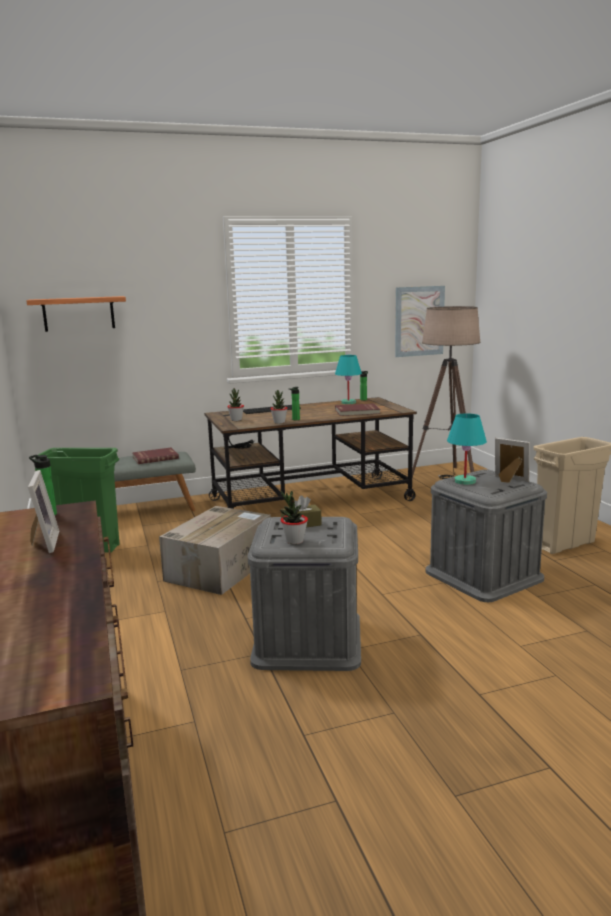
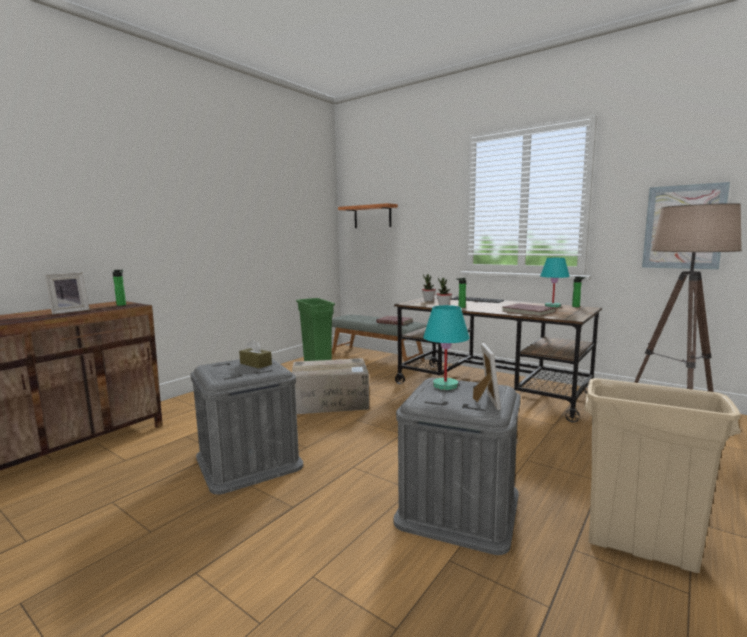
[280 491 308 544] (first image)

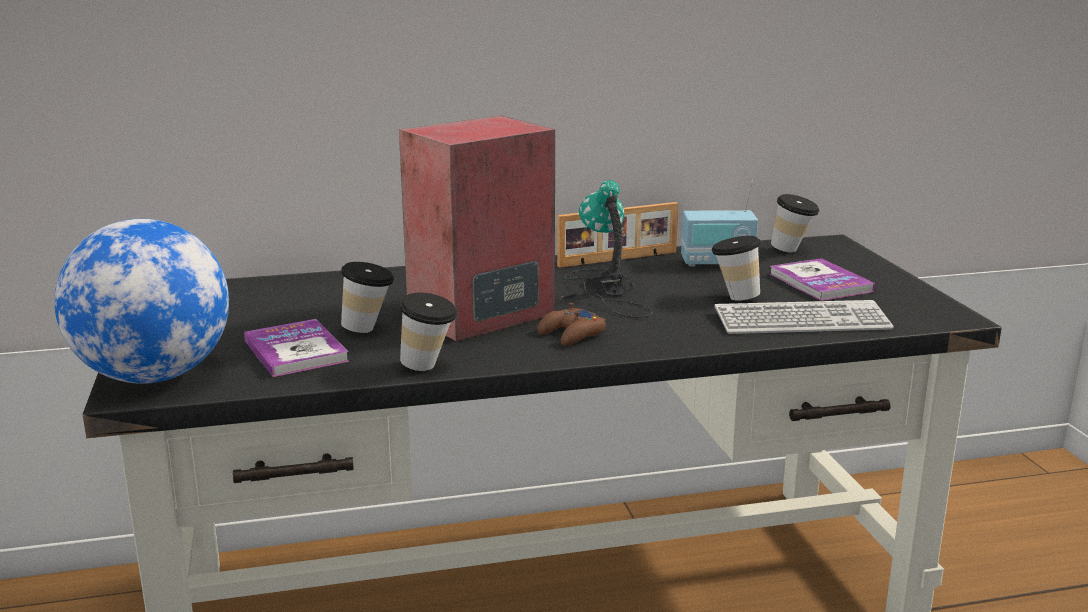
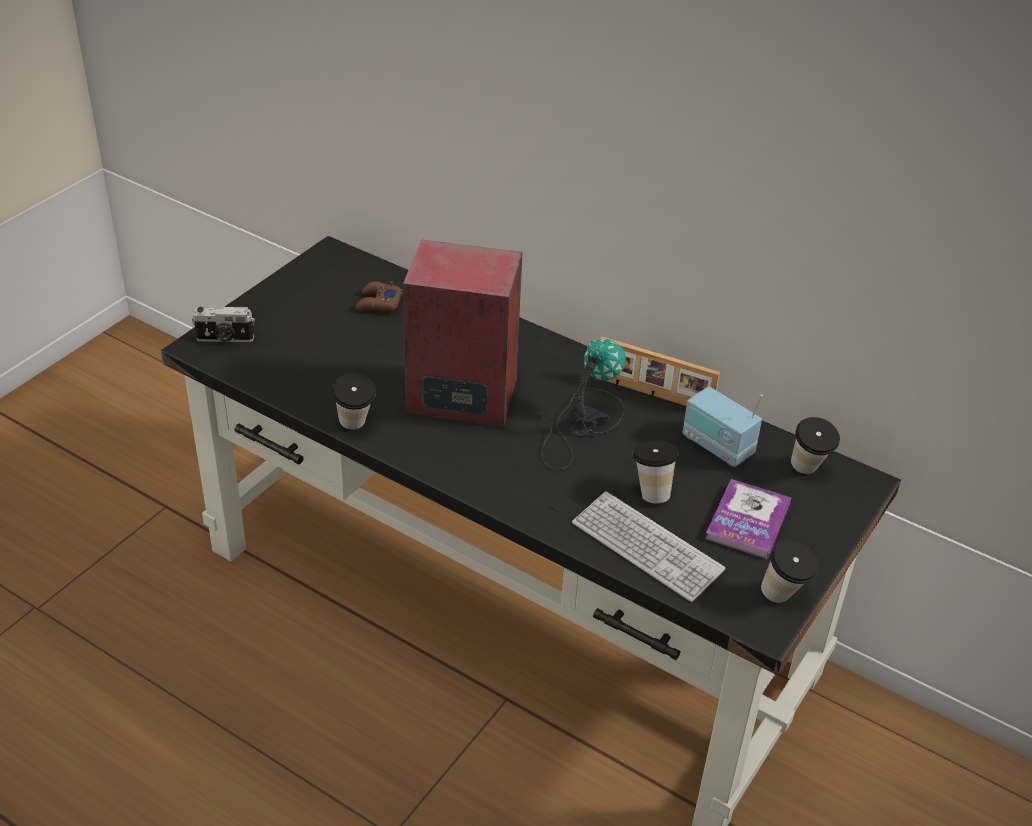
[192 307 254 342]
[356 281 402 312]
[761 540 819 603]
[244 319 349 377] (first image)

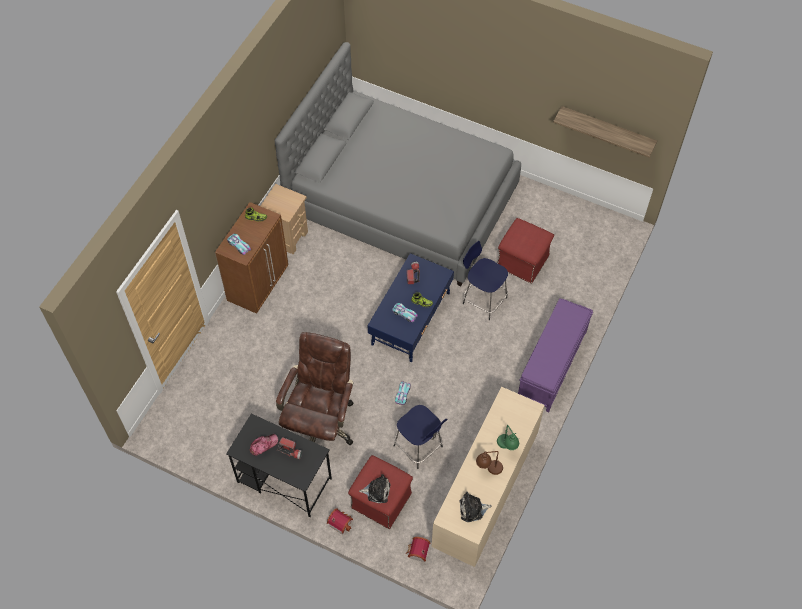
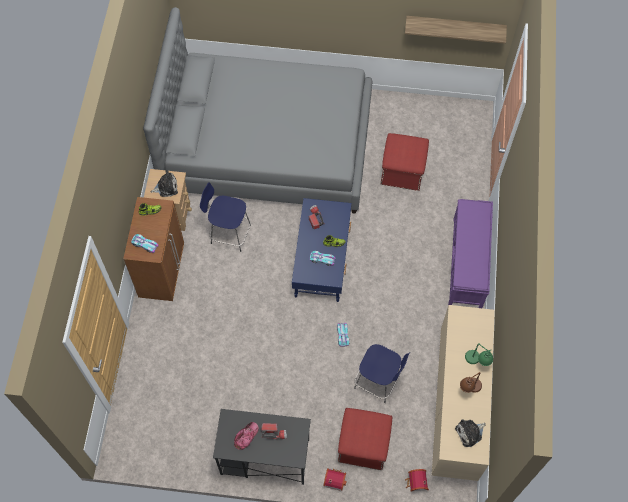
[151 170 178 197]
[200 183 251 252]
[276 332 353 445] (first image)

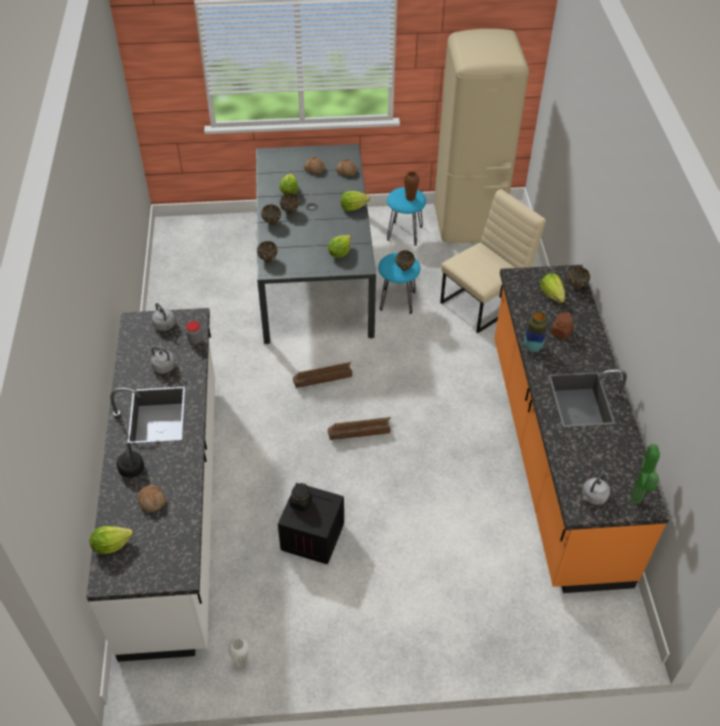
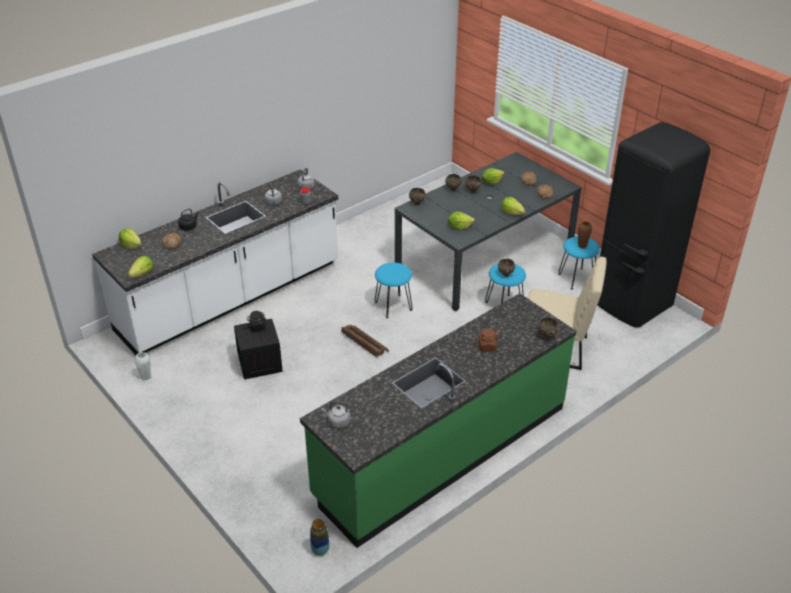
[128 256 153 278]
[300 293 576 548]
[310 519 330 556]
[375 262 412 318]
[598 122 710 327]
[630 444 660 504] (first image)

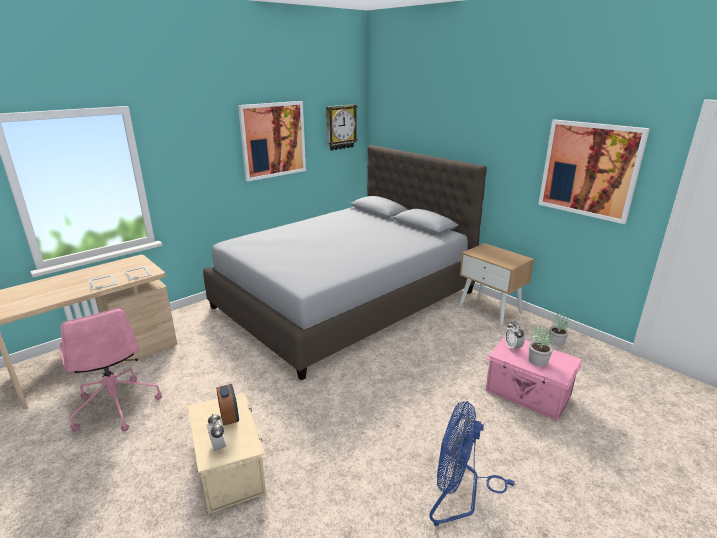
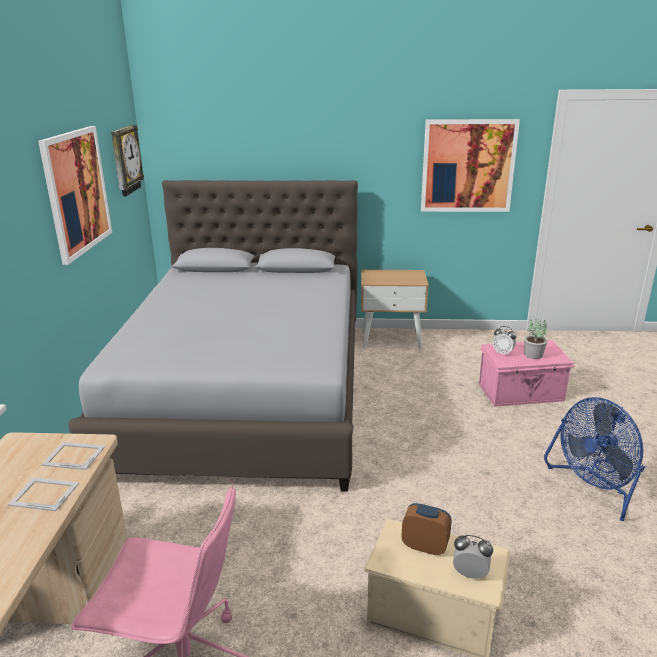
[549 311 570 346] (first image)

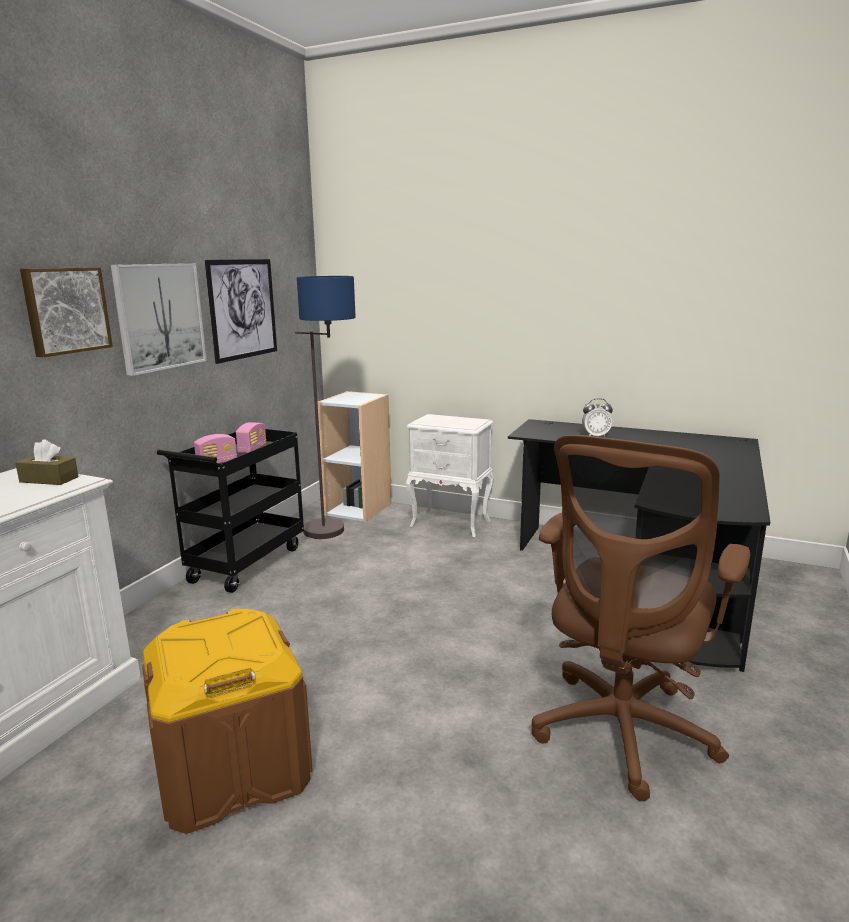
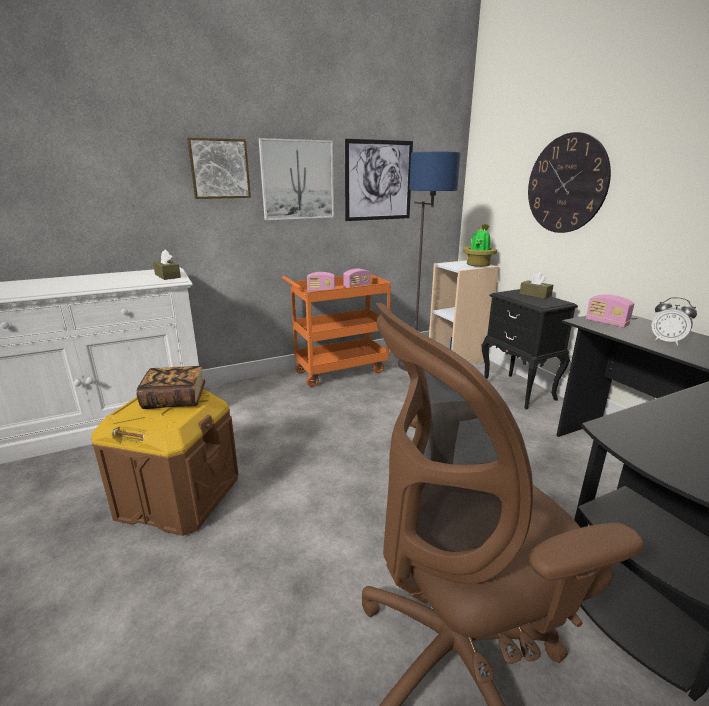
[136 366 206 409]
[282 274 391 387]
[463 224 497 267]
[481 289 578 410]
[519 272 553 299]
[528 132 611 233]
[586 295 634 328]

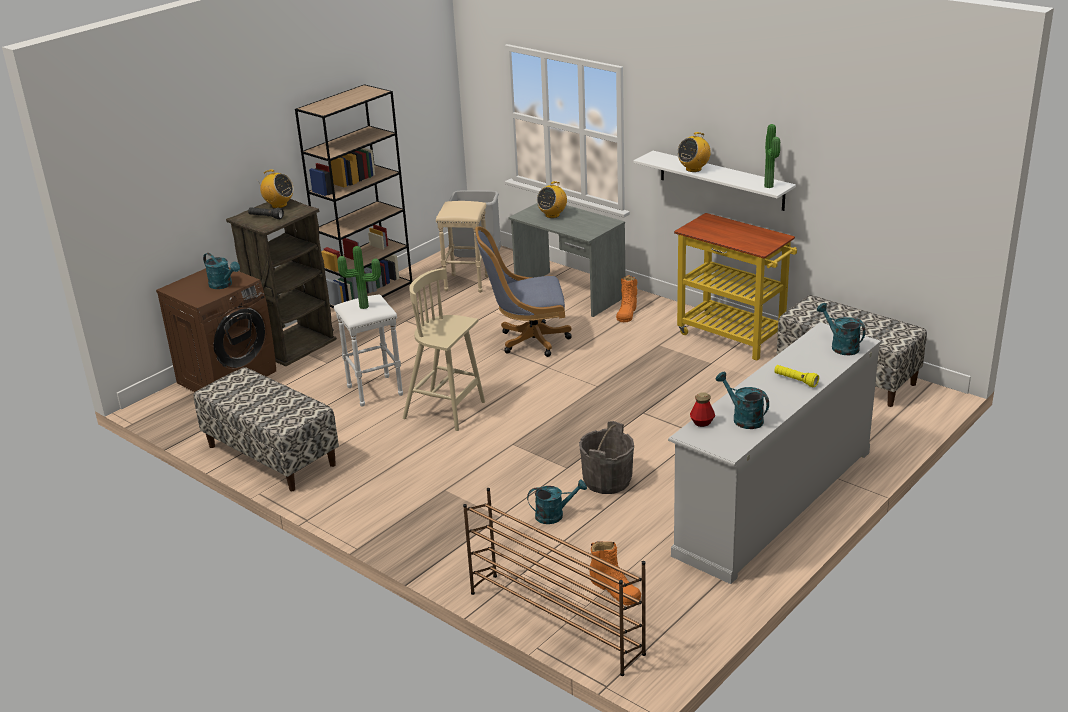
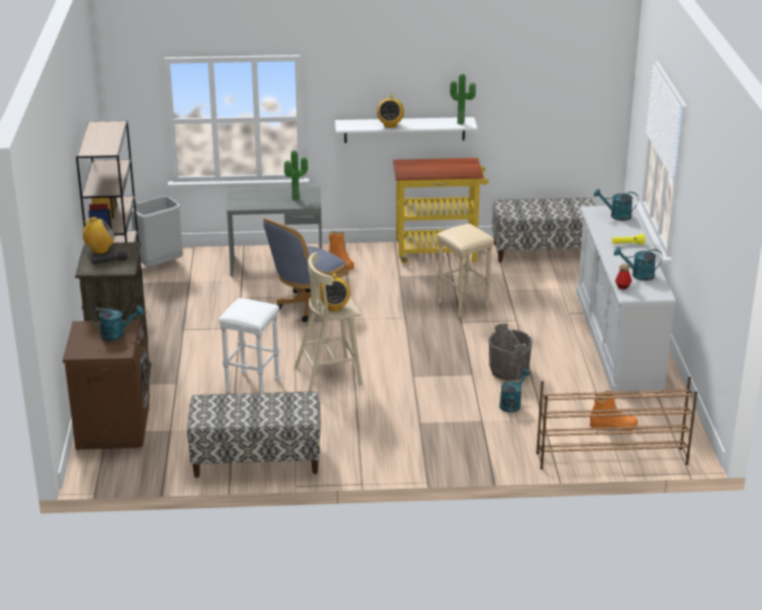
[284 150 308 200]
[320 273 350 311]
[436 224 494 318]

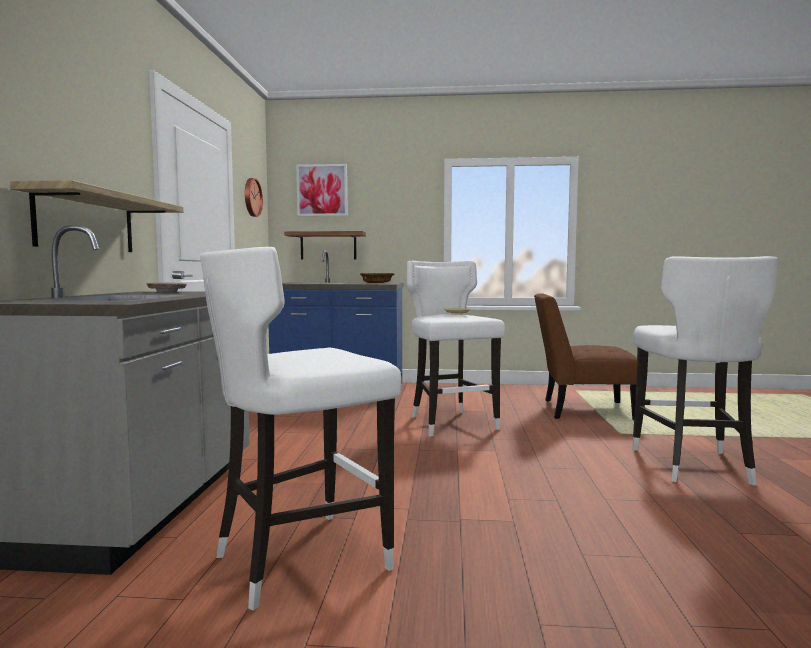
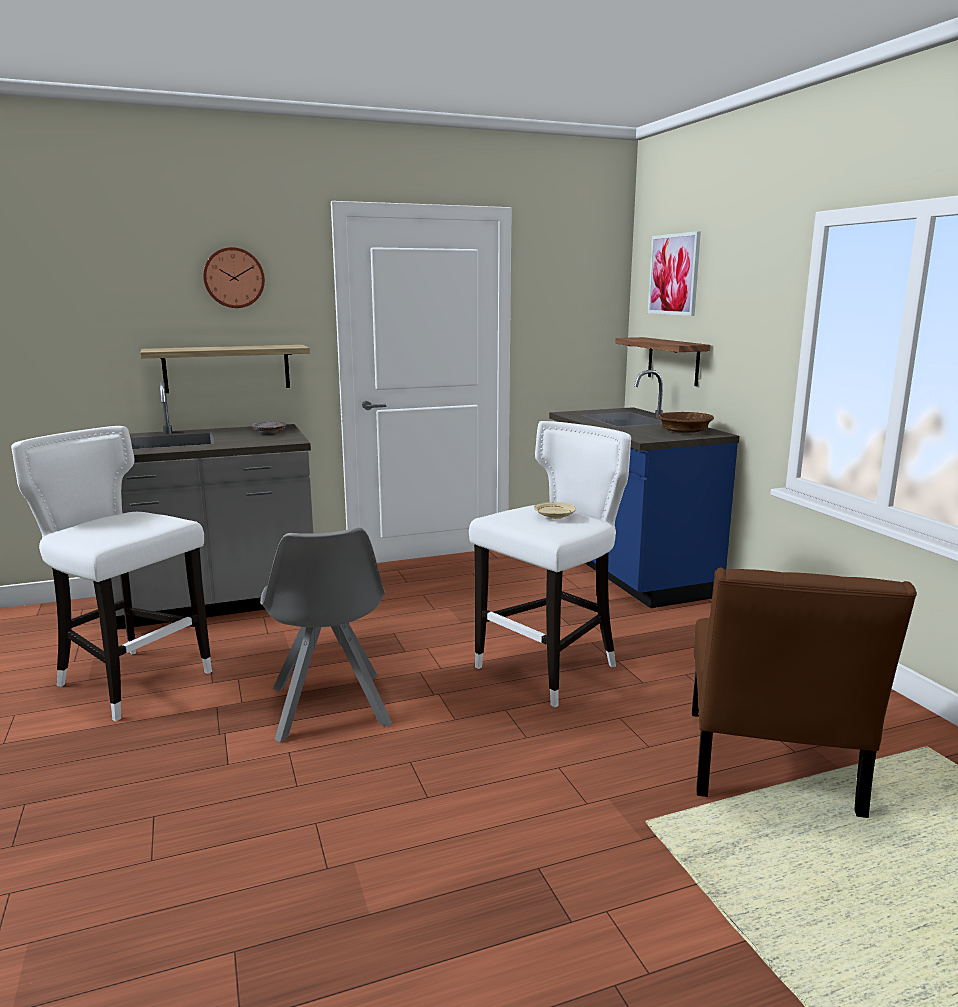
[203 247 265 308]
[260 527 392 742]
[692 568 917 818]
[632 256 778 486] (first image)

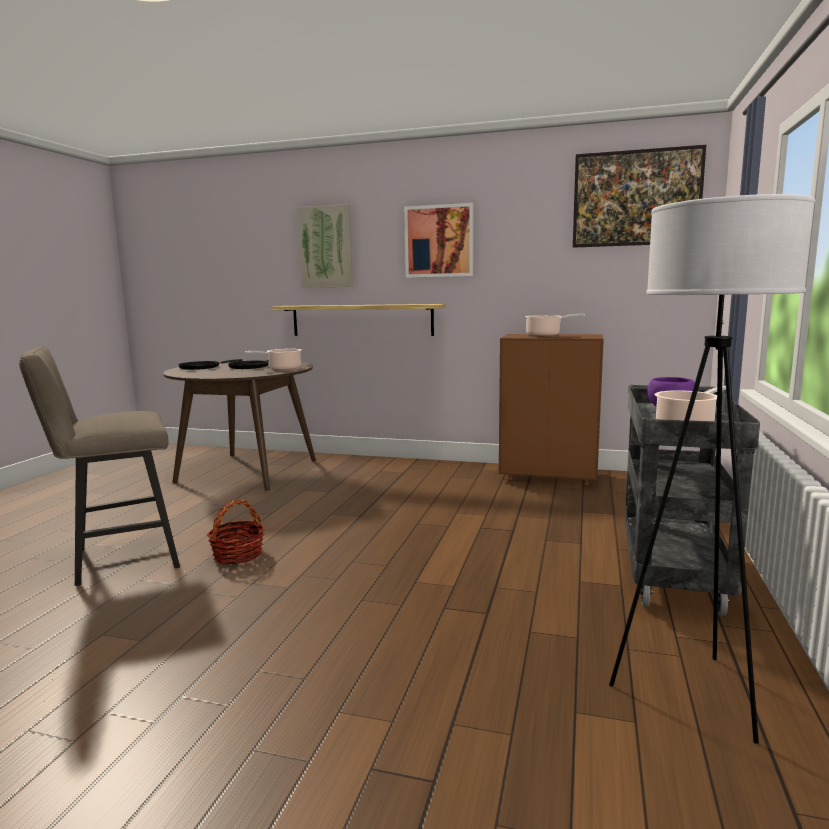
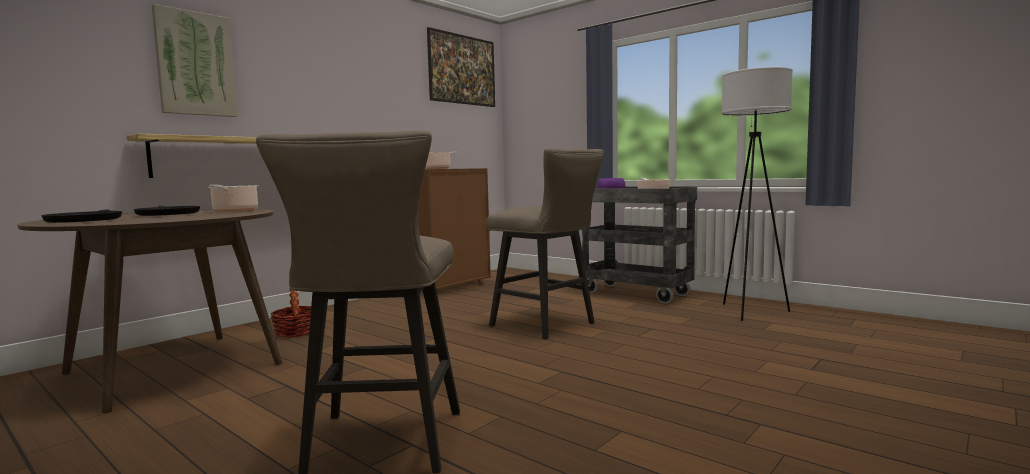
[271 289 311 337]
[487 148 604 339]
[404 203 473 278] (first image)

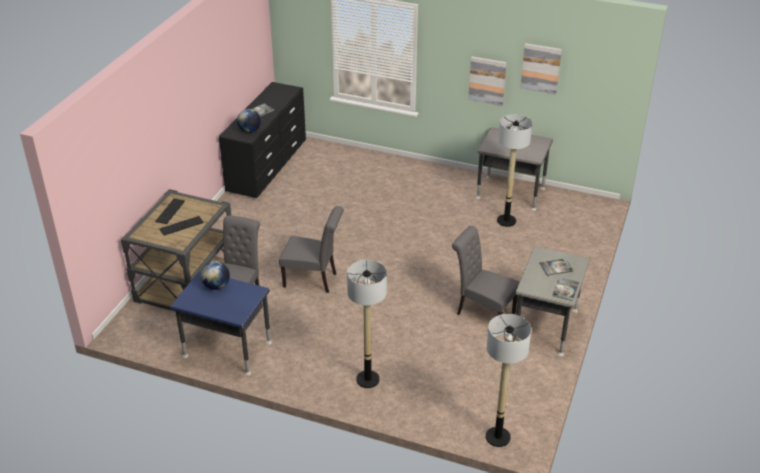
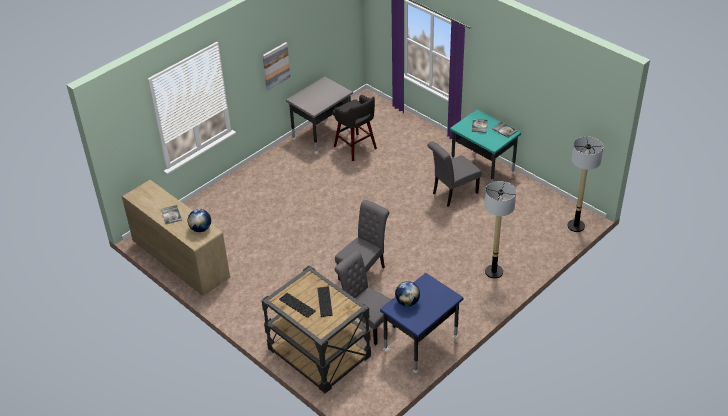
[122 180 230 296]
[333 95 377 161]
[450 109 521 183]
[520 43 562 95] (first image)

